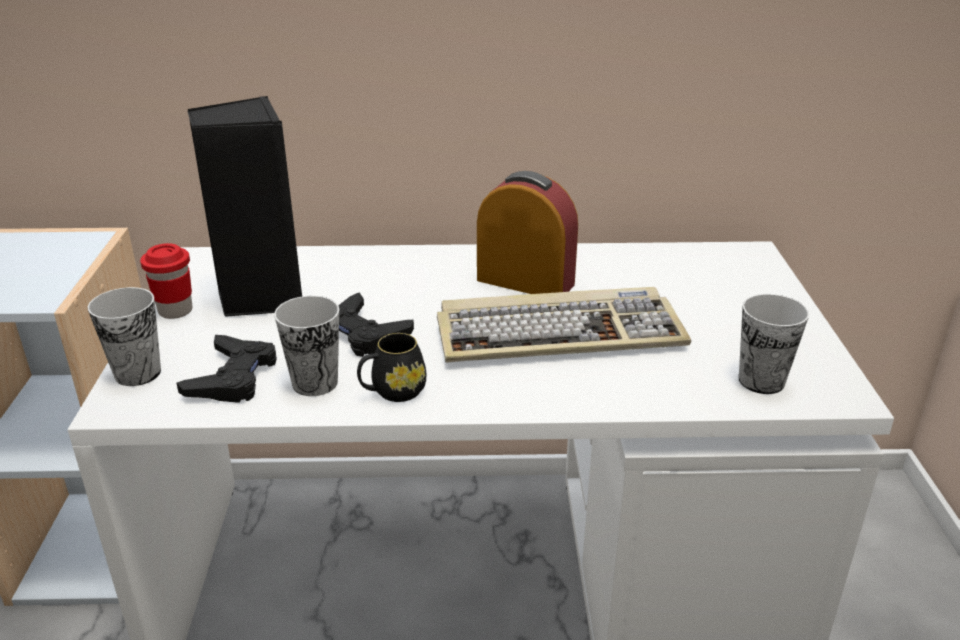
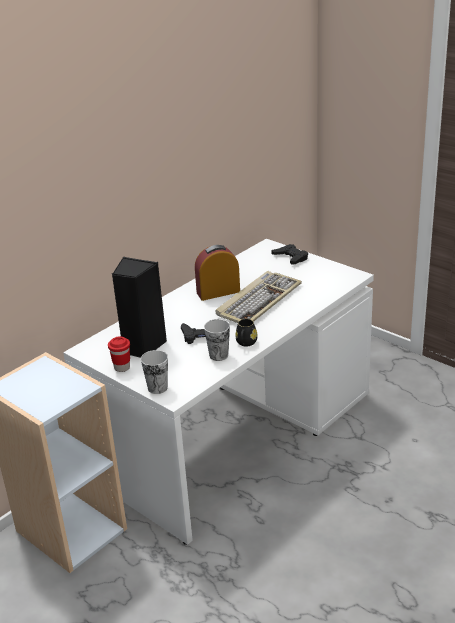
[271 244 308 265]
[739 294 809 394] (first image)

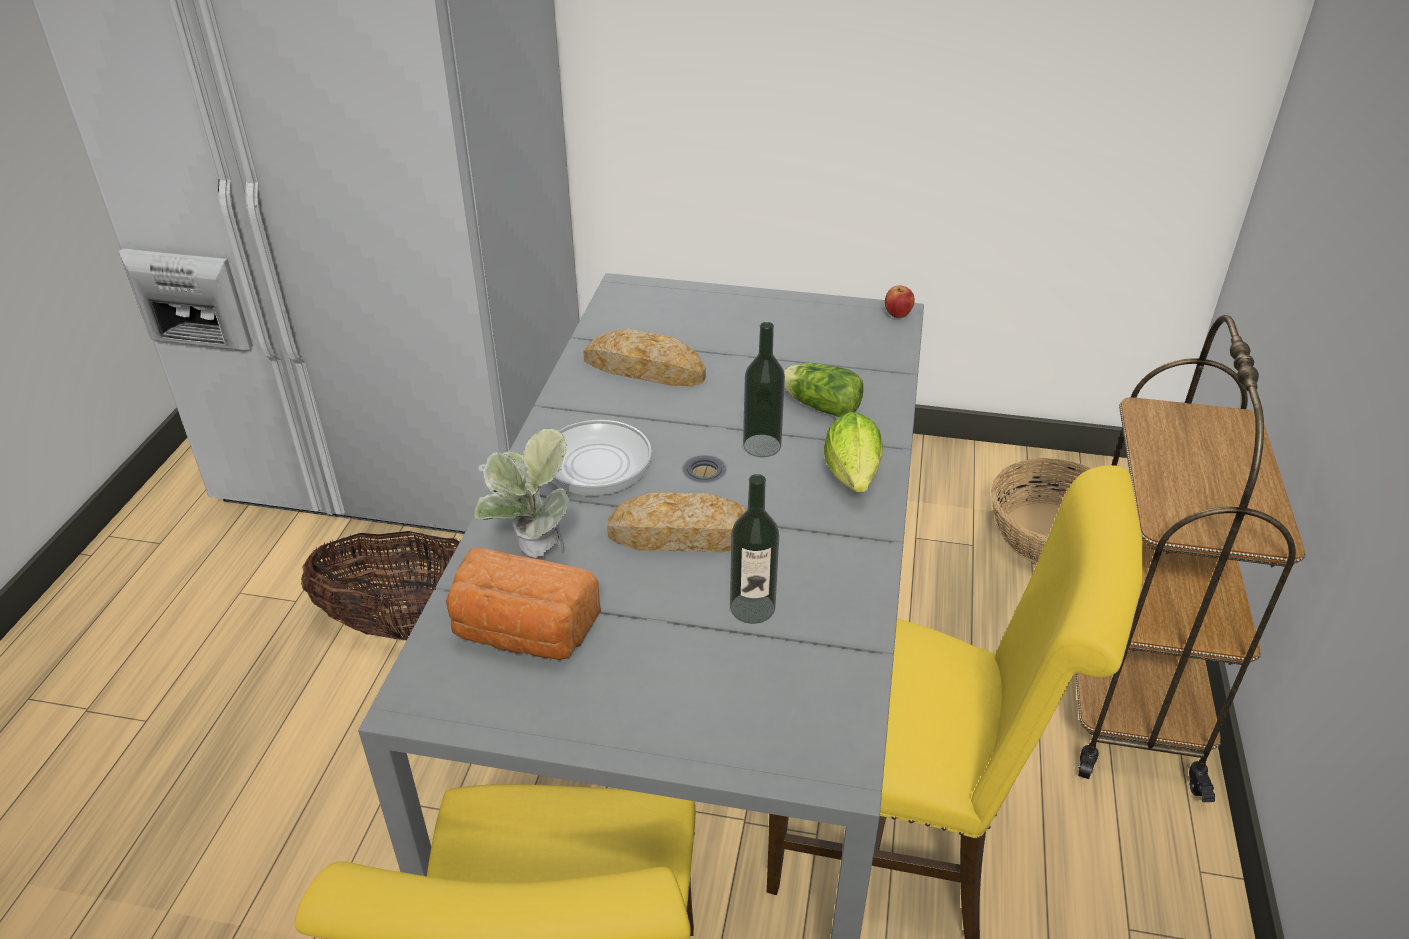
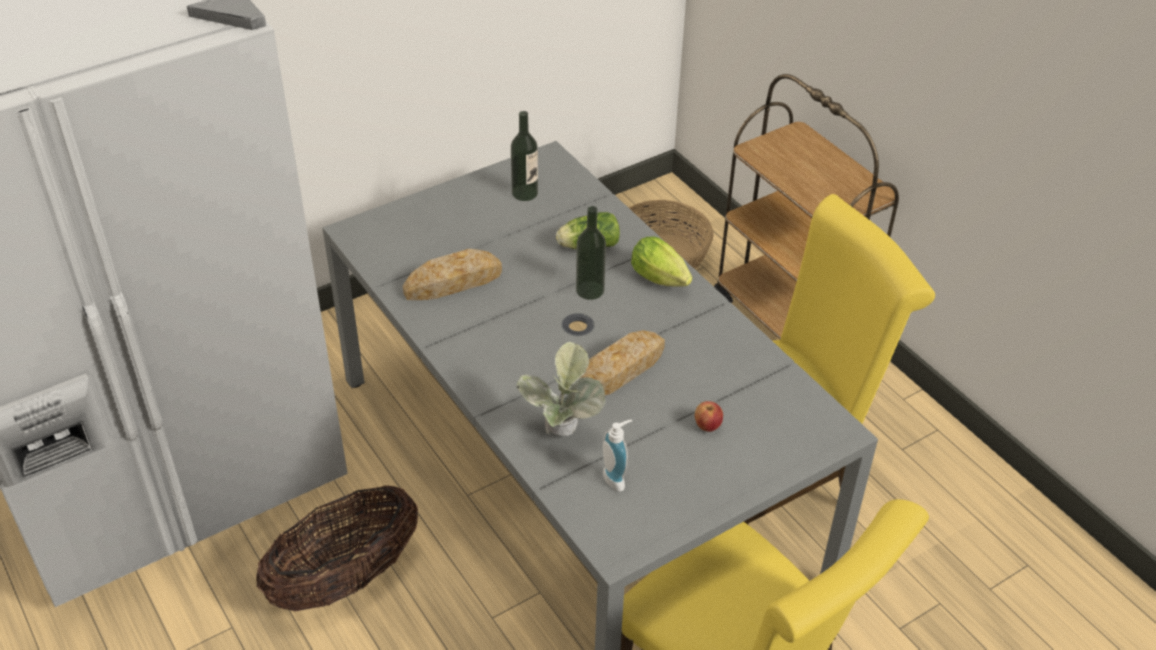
[511 111 538 201]
[603 419 632 492]
[695 401 723 432]
[478 420 652 495] (first image)

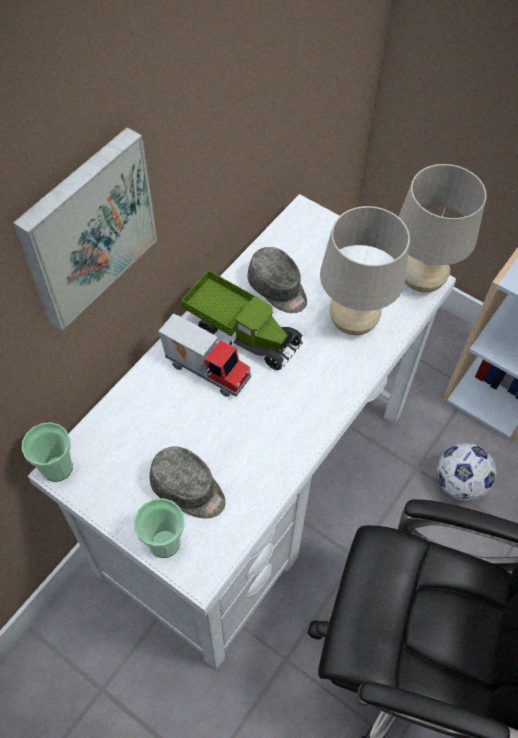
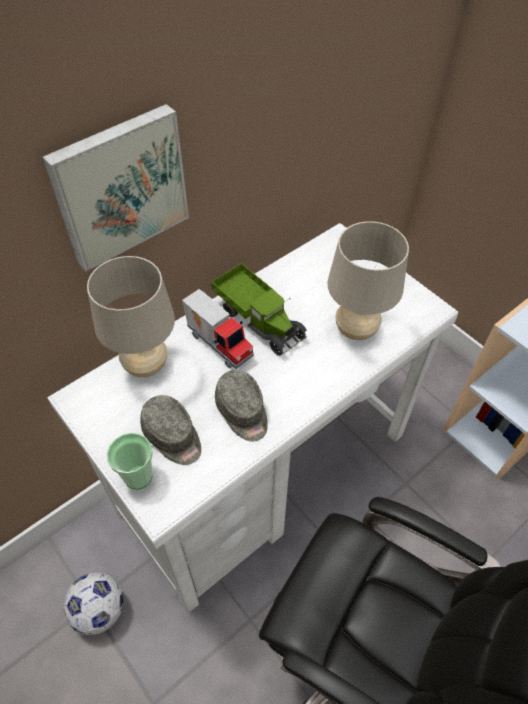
[63 573 124 635]
[87 256 175 377]
[215 370 268 441]
[22 422 73 482] (first image)

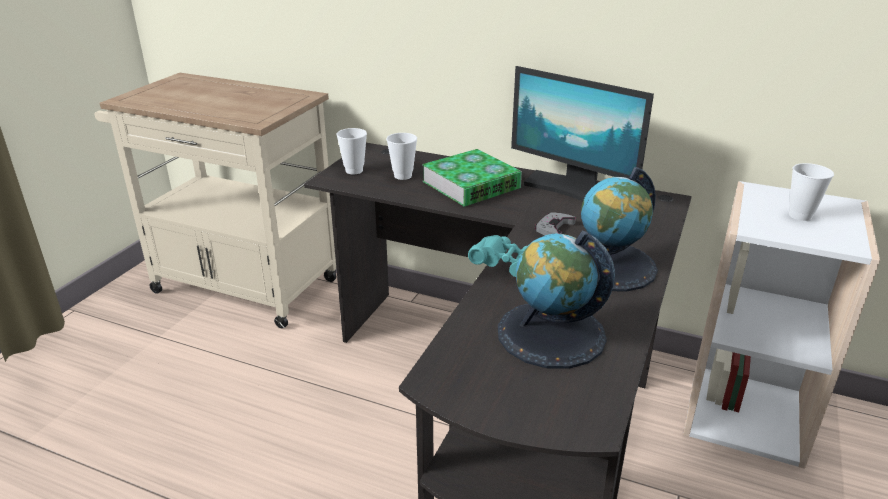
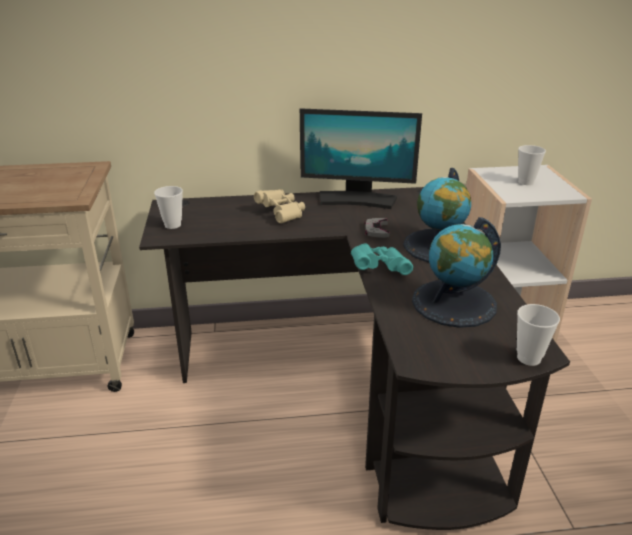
[254 189 305 223]
[517 304 560 366]

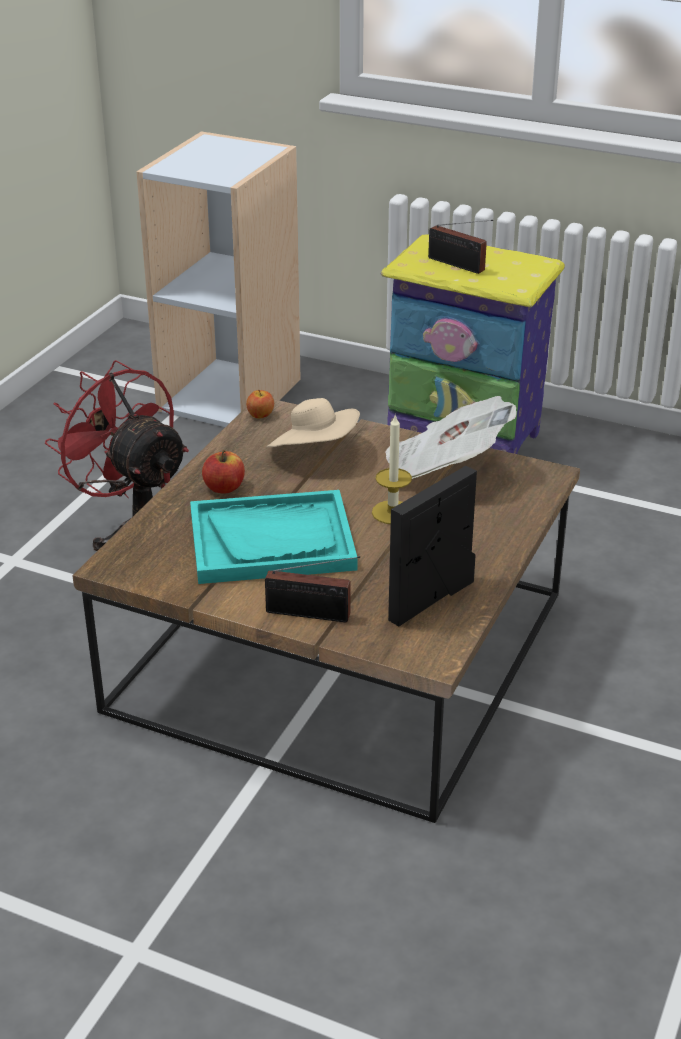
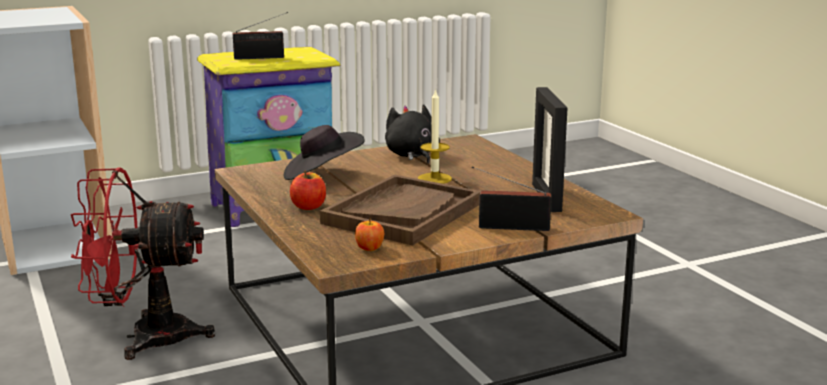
[284 125 365 180]
[320 175 480 245]
[355 218 384 251]
[385 104 440 164]
[472 166 551 231]

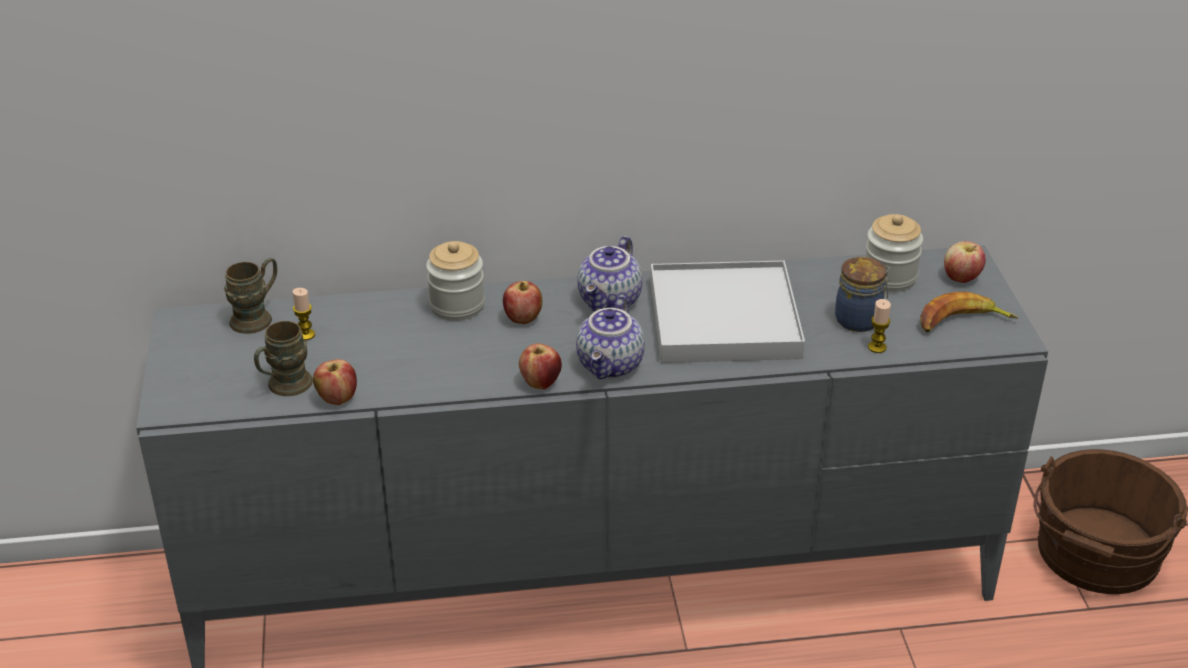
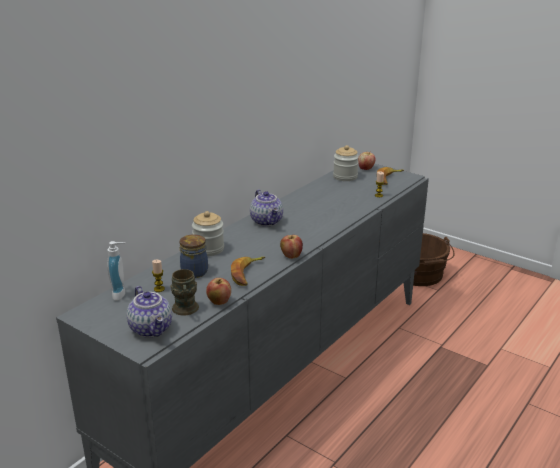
[107 241 125 301]
[127 286 172 338]
[180 234 208 278]
[231 257 265 286]
[503 281 542 324] (first image)
[651 260 805 363] (first image)

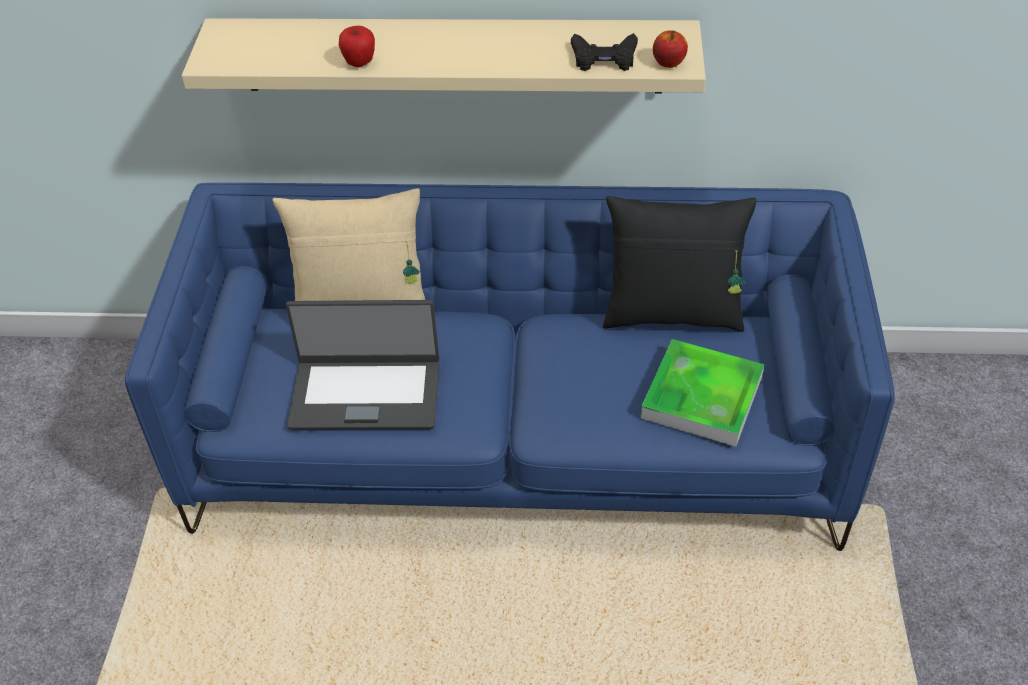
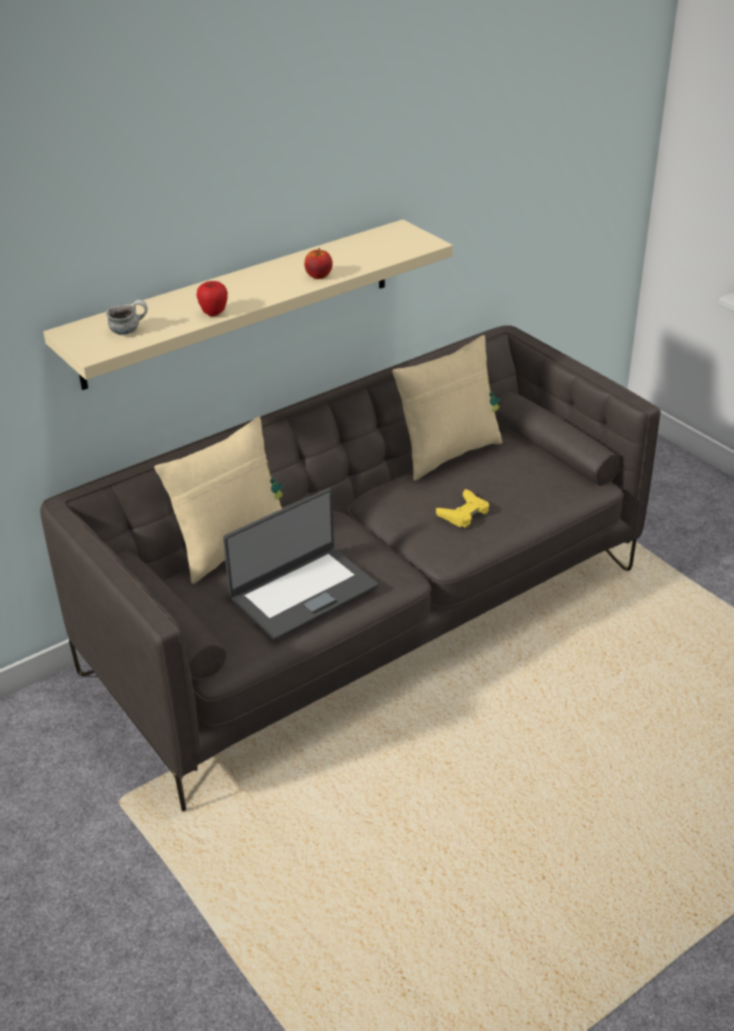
[40 325 661 812]
[106 300 148 335]
[304 248 333 279]
[392 335 502 480]
[436 489 489 528]
[571 33 638 71] (first image)
[641 339 764 447] (first image)

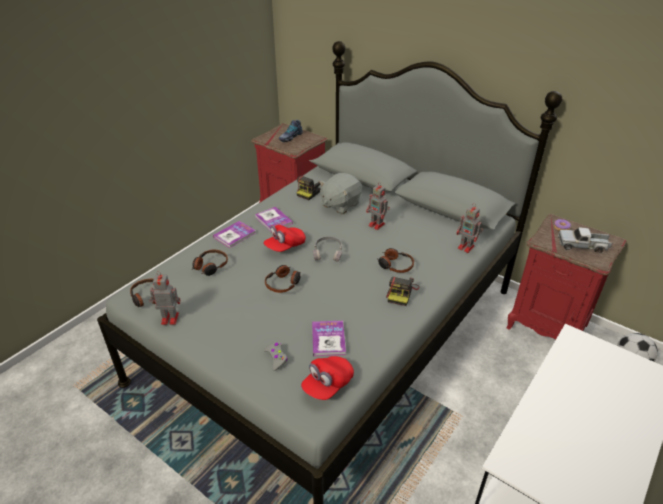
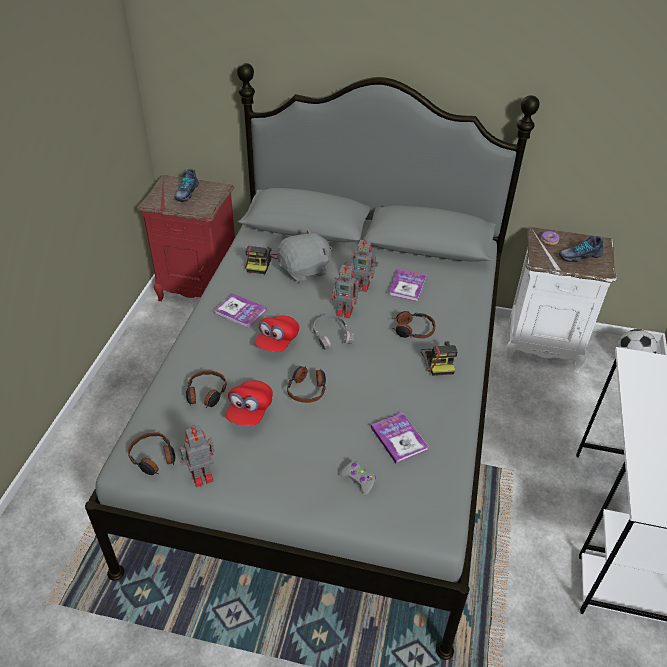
[226 380 273 426]
[277 229 332 283]
[332 262 361 318]
[388 269 427 302]
[505 227 617 373]
[559 236 603 262]

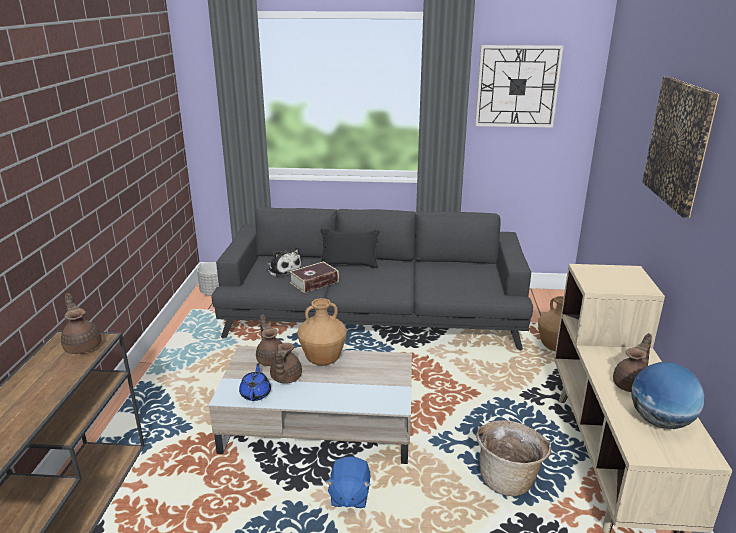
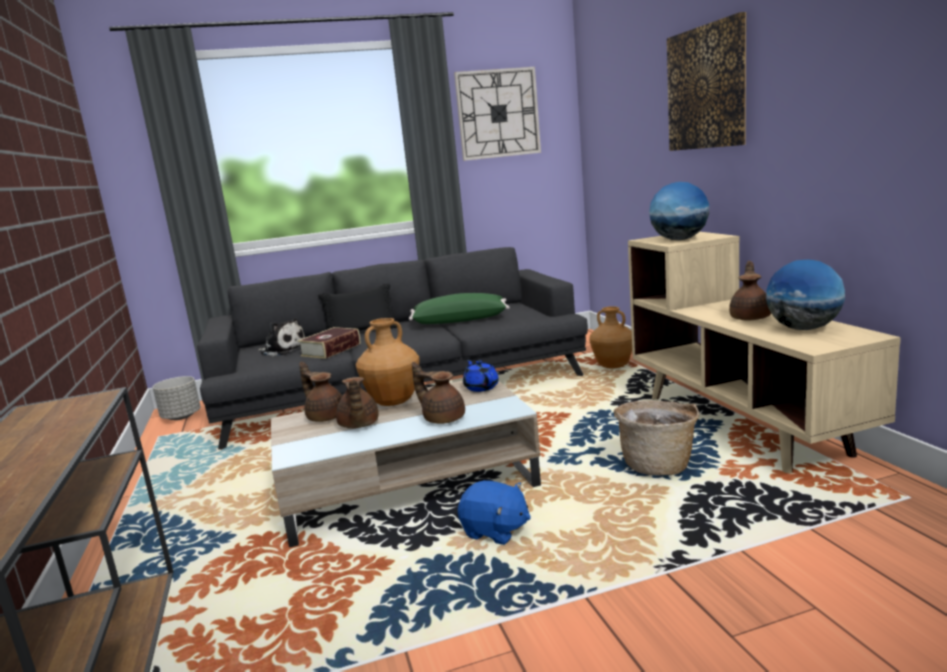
[409 293 510 324]
[412 362 465 424]
[458 480 531 545]
[463 359 499 392]
[649 182 709 240]

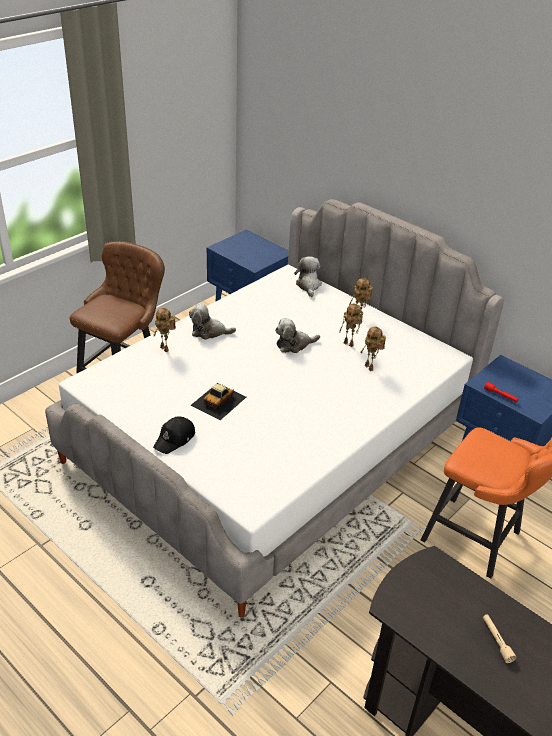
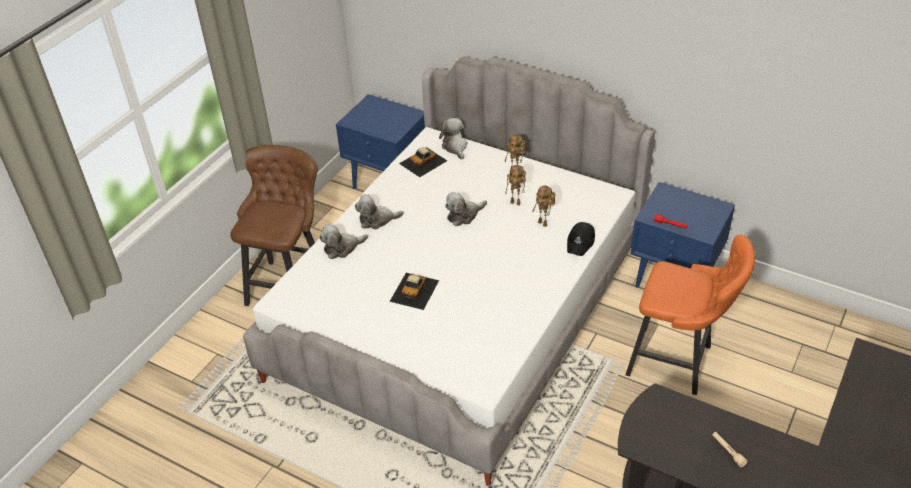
[319 224 368 259]
[399 147 447 177]
[567 222 595 256]

